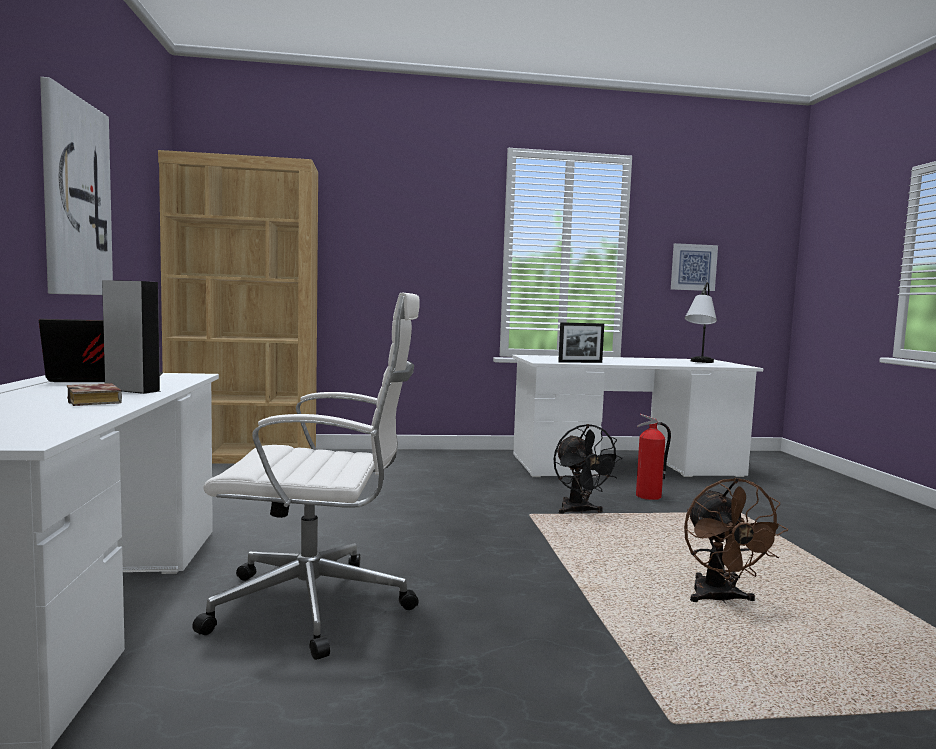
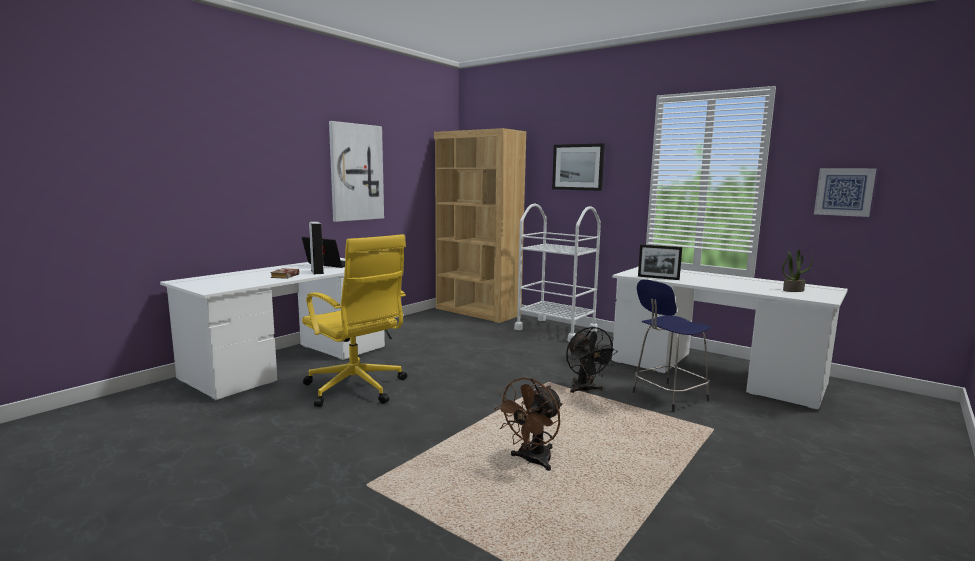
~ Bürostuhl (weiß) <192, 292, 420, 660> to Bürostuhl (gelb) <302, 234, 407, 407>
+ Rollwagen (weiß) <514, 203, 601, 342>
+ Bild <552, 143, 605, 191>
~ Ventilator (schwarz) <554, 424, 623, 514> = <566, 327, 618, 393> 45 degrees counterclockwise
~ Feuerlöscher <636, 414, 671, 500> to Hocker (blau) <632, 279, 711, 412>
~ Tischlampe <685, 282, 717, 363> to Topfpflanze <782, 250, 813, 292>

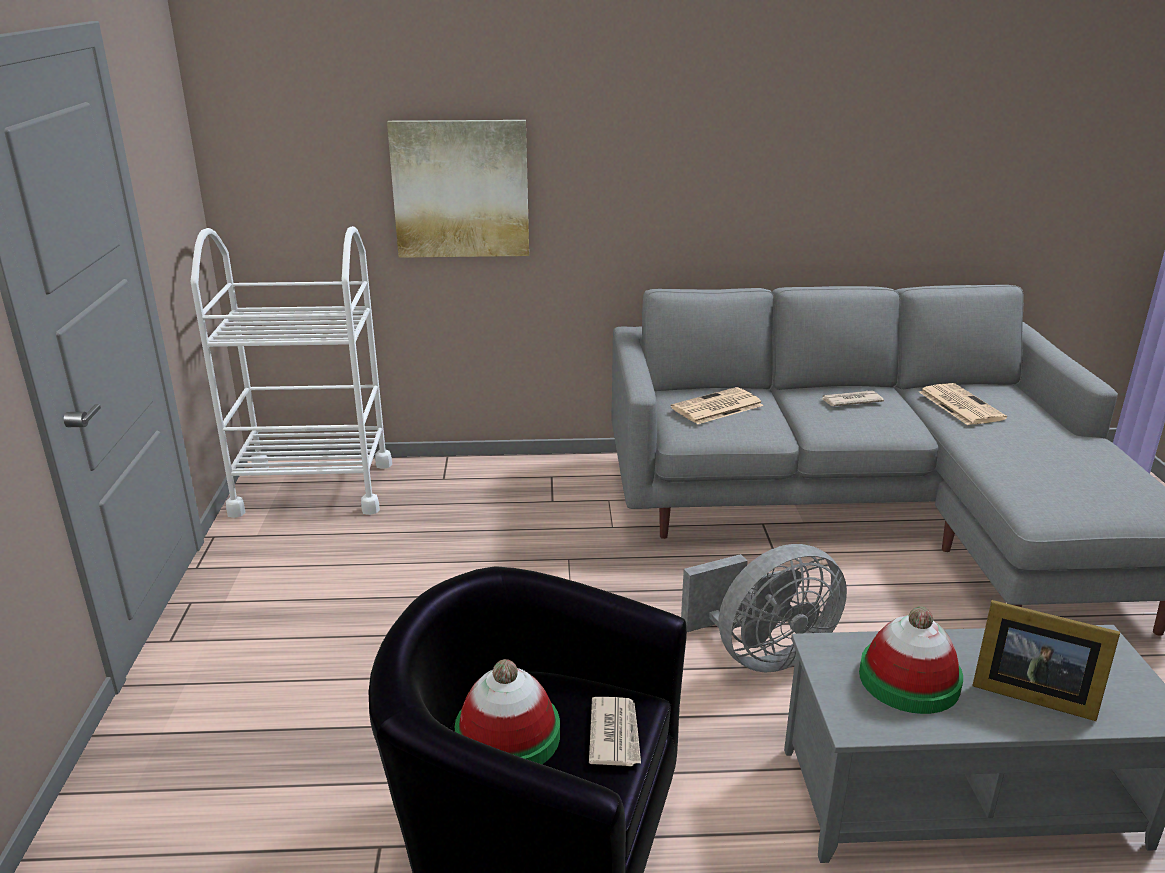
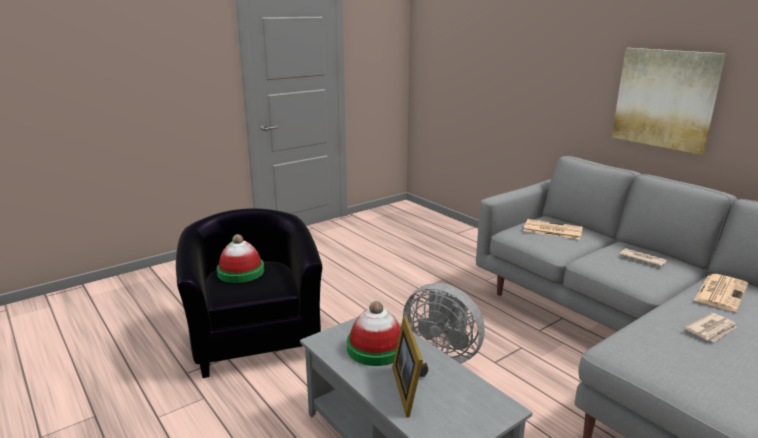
~ Bild <387, 120, 529, 258> to <612, 48, 726, 155>
~ Zeitung <589, 697, 641, 766> to <684, 313, 737, 342>
- Rollwagen (weiß) <190, 226, 392, 518>

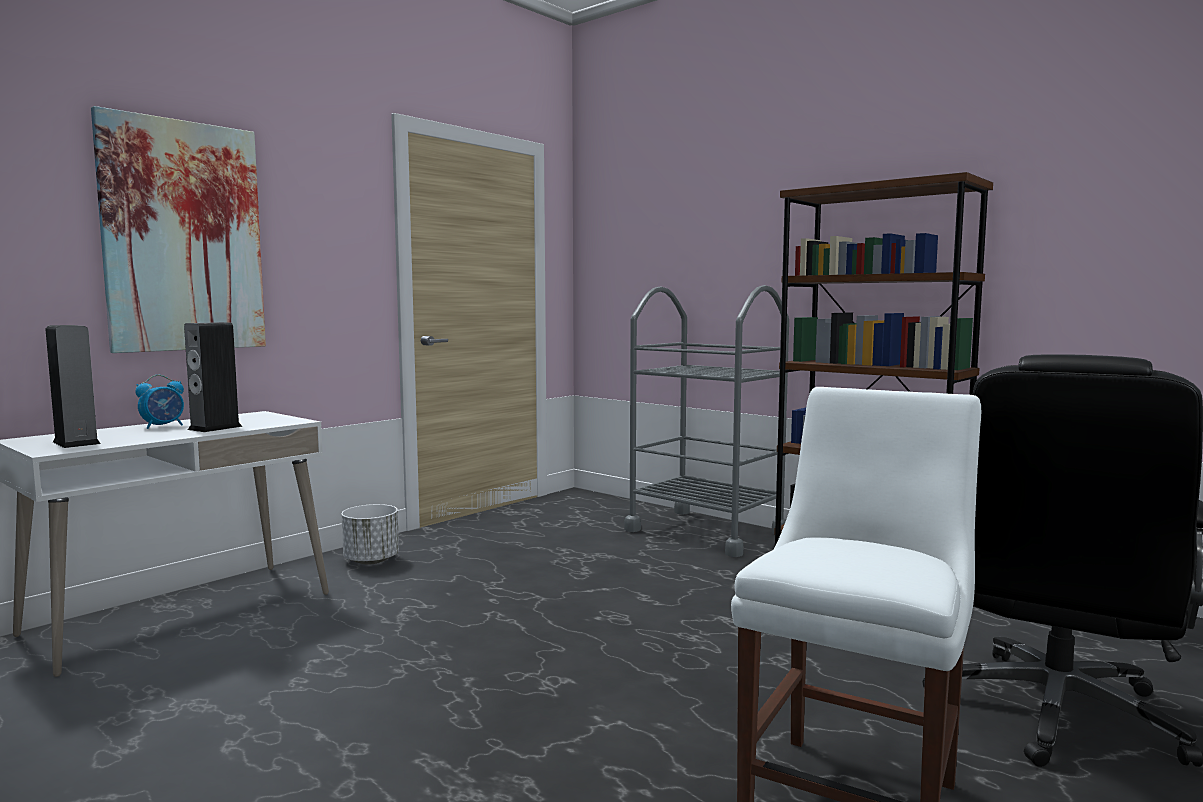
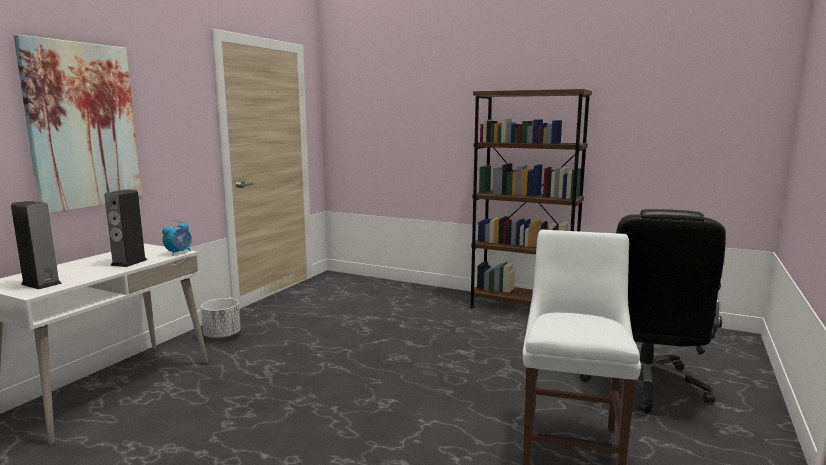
~ Wecker <135, 375, 184, 429> to <162, 219, 192, 256>
- Rollwagen (grau) <624, 285, 789, 557>

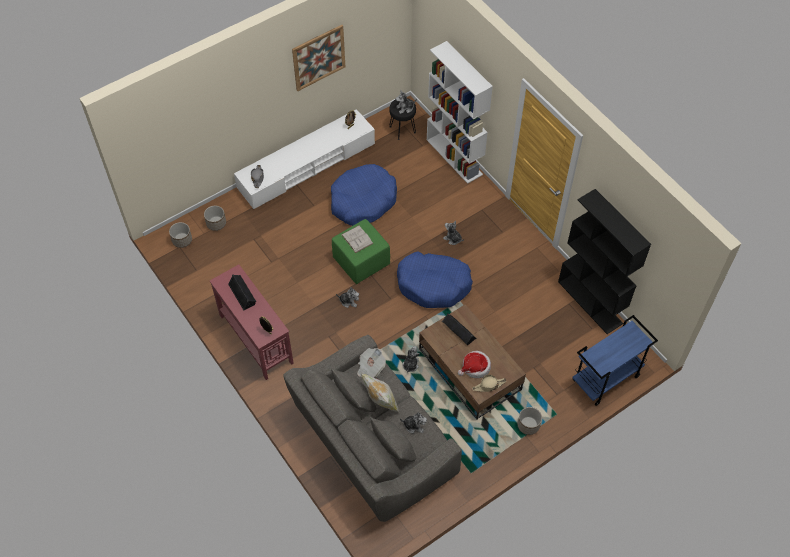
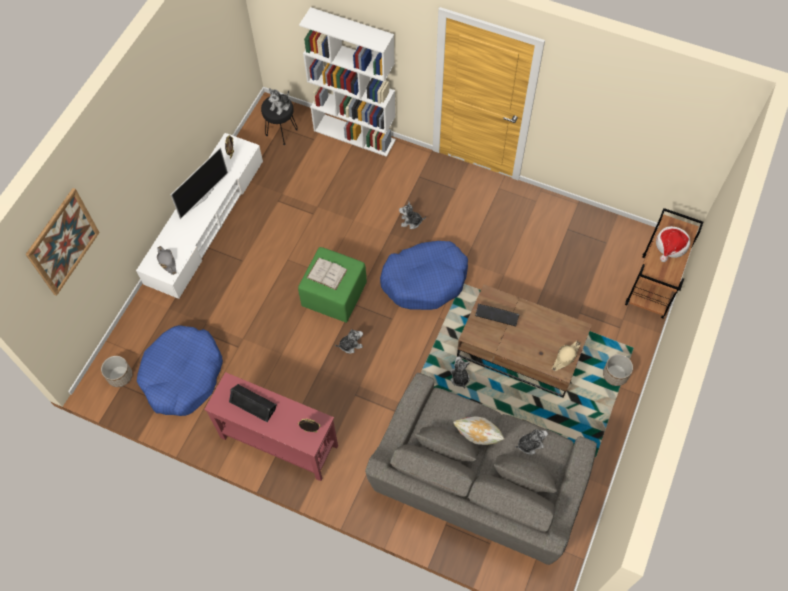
~ Bild <292, 25, 345, 91> to <26, 188, 100, 296>
~ Hundebett (blau) <331, 164, 397, 226> to <137, 325, 223, 416>
+ Fernseher <171, 147, 228, 219>
~ Rollwagen (blau) <572, 315, 658, 406> to Rollwagen (braun) <625, 208, 703, 318>
~ Hut <458, 351, 491, 378> to <656, 226, 690, 262>
- Pflanzkübel <204, 206, 226, 231>
- Zeitung <357, 348, 386, 378>
- Bücherregal (schwarz) <558, 189, 651, 334>

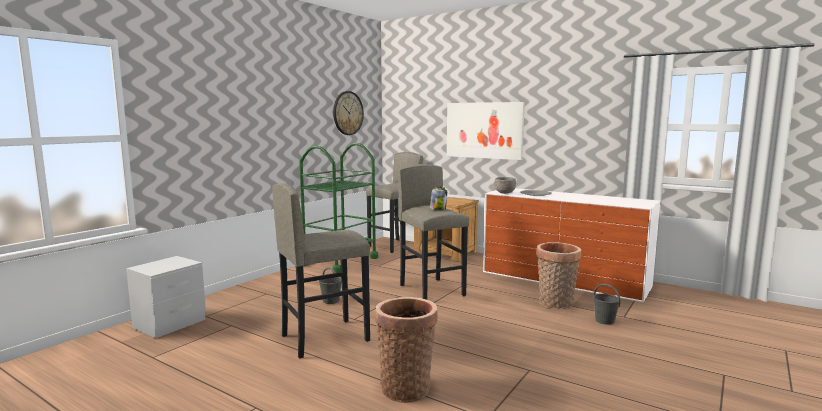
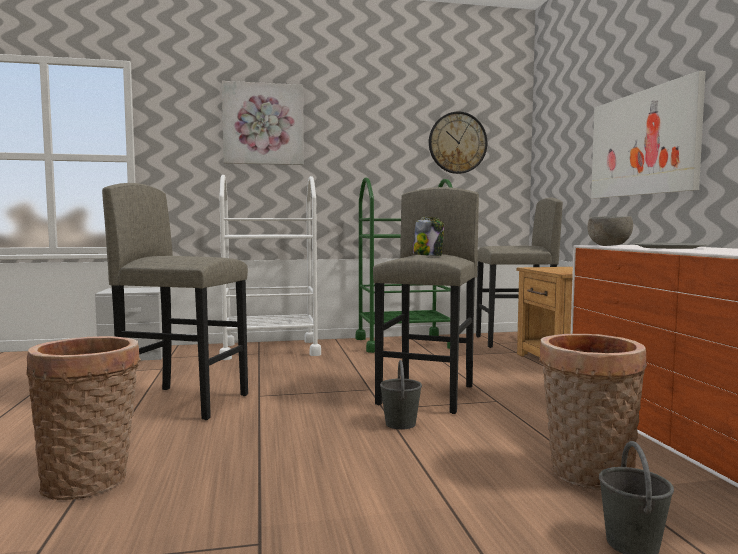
+ Rollwagen (weiß) <219, 175, 321, 360>
+ Bild <222, 81, 304, 165>
~ Eimer (grau) <319, 267, 342, 304> to <380, 360, 422, 430>

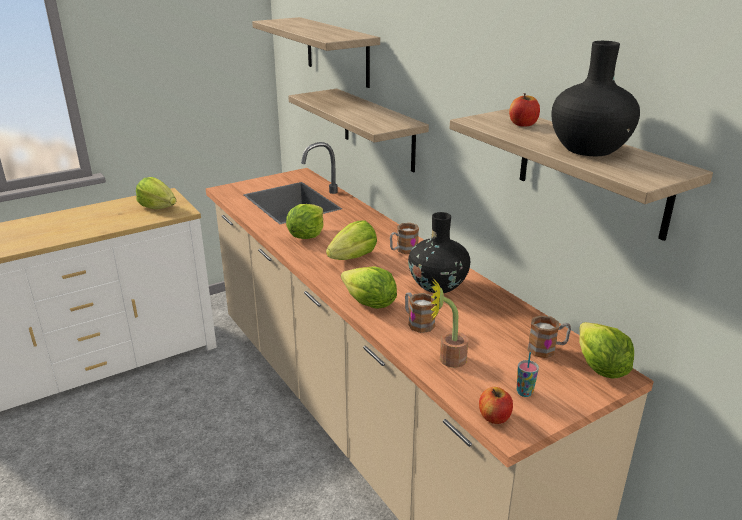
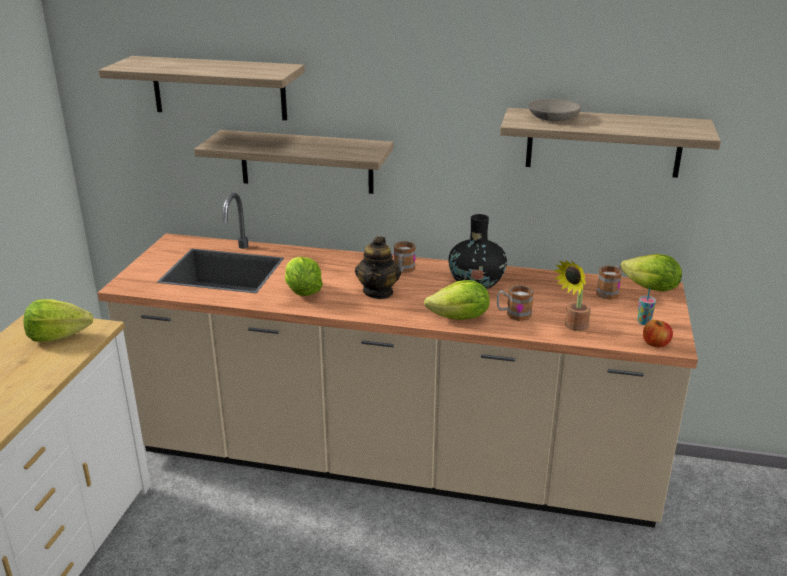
~ Salatkopf <326, 220, 377, 260> to Teekanne <355, 236, 401, 299>
~ Apfel <509, 93, 540, 127> to Schüssel (grau) <528, 99, 582, 121>
- Vase (schwarz) <552, 41, 640, 156>

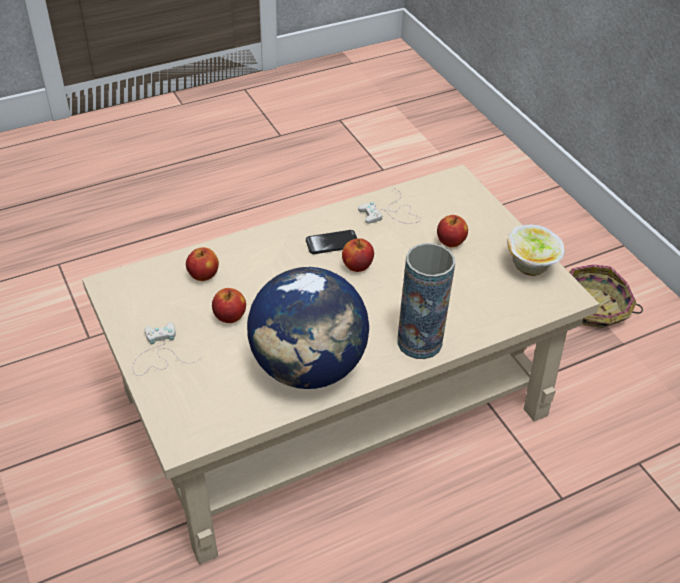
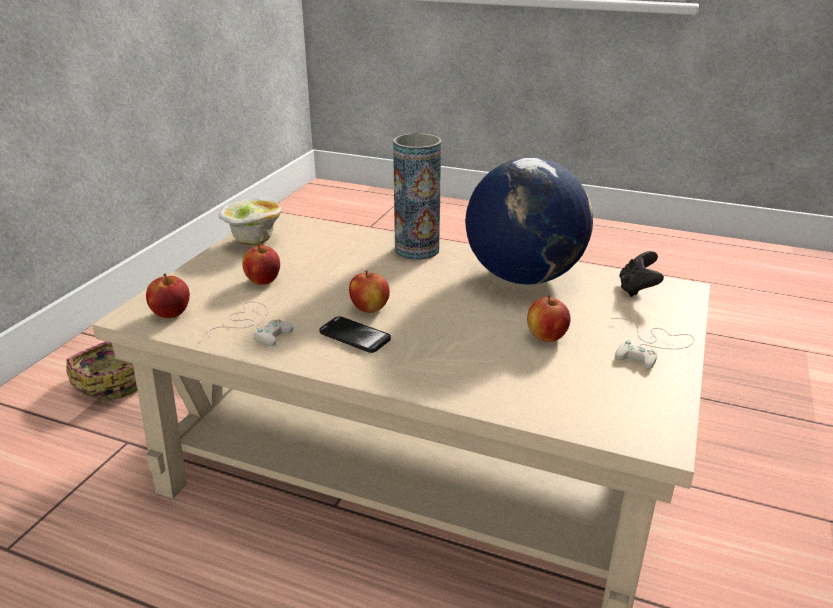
~ Apfel <186, 247, 219, 281> to <146, 273, 190, 318>
+ Gamepad (schwarz) <619, 251, 664, 297>

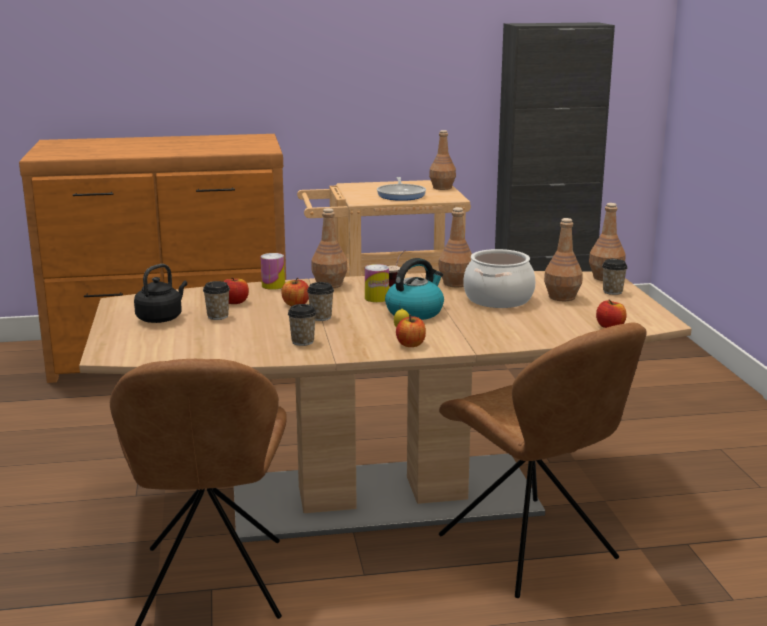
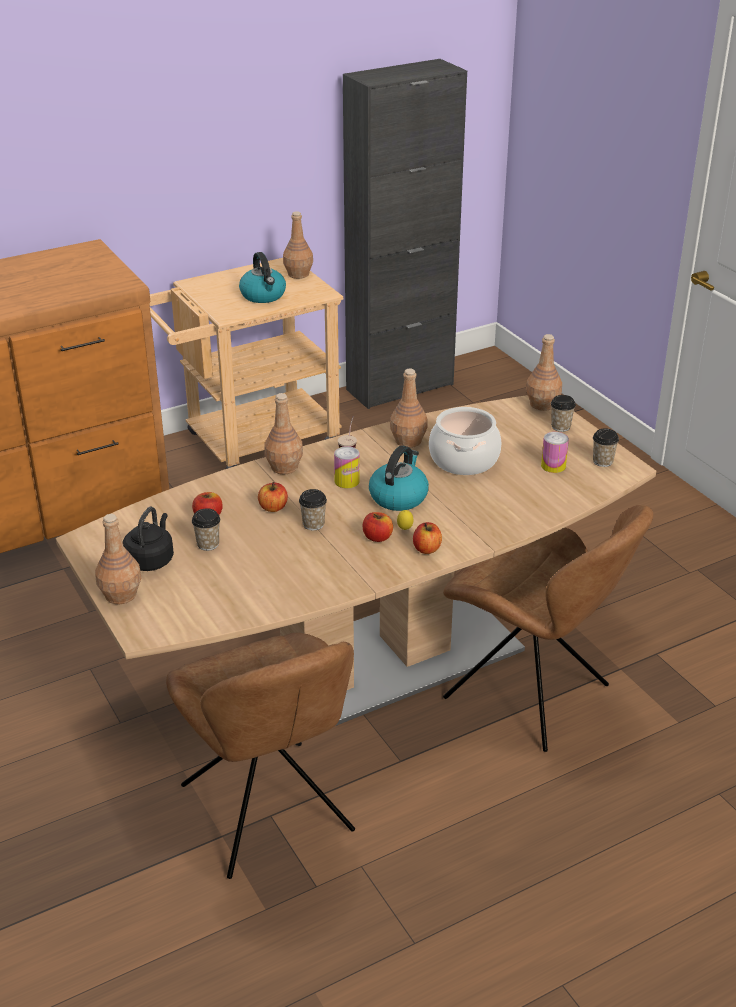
~ Flasche (braun) <544, 218, 582, 301> to <95, 514, 141, 604>
~ Pfanne <377, 177, 426, 201> to Wasserkessel <239, 252, 286, 303>
~ Apfel <596, 300, 627, 328> to <363, 512, 393, 542>
~ Dose <260, 253, 285, 290> to <541, 432, 569, 473>
~ Tasse <288, 304, 317, 346> to <593, 428, 619, 467>

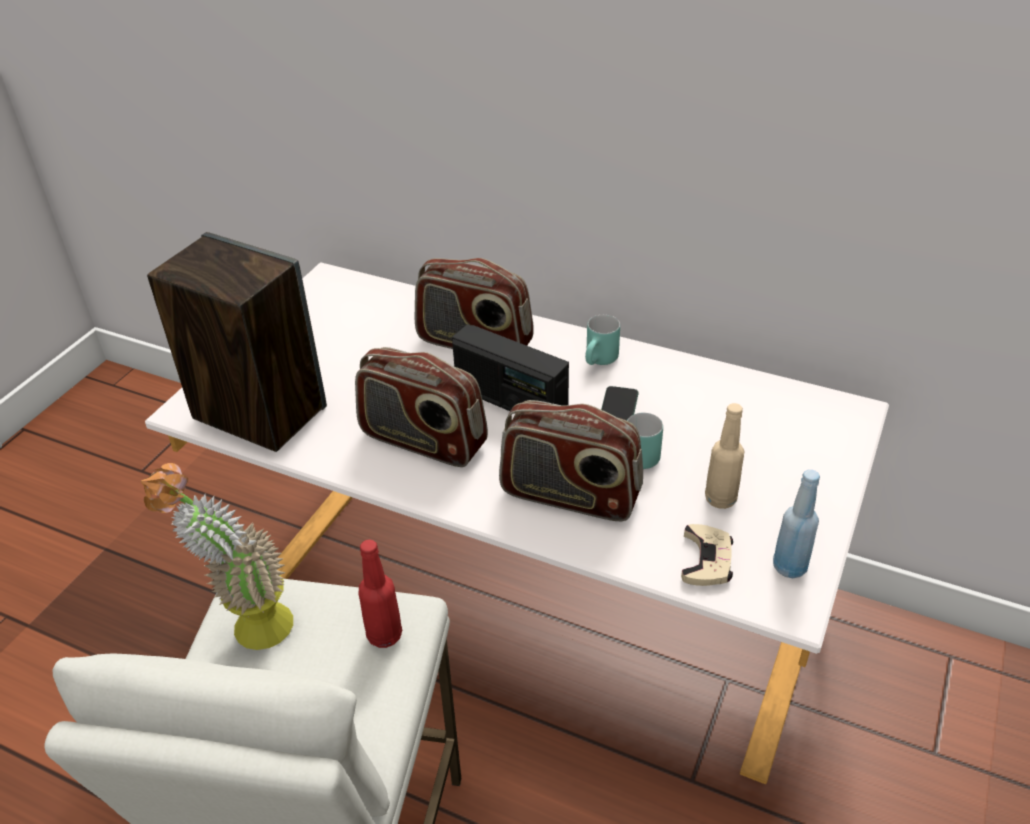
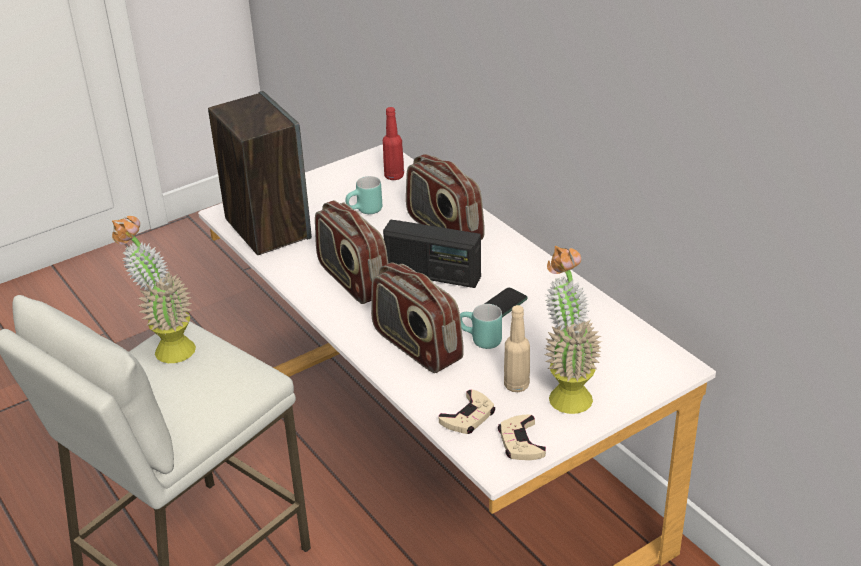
~ Henkelbecher (türkis) <585, 315, 620, 365> to <345, 176, 382, 214>
~ Flasche (rot) <359, 539, 402, 648> to <383, 107, 404, 180>
~ Radio <452, 324, 569, 414> = <383, 220, 481, 288> 45 degrees counterclockwise
~ Flasche (blau) <773, 469, 820, 578> to Gamepad (beige) <498, 414, 546, 460>
+ Topfpflanze <544, 246, 602, 414>

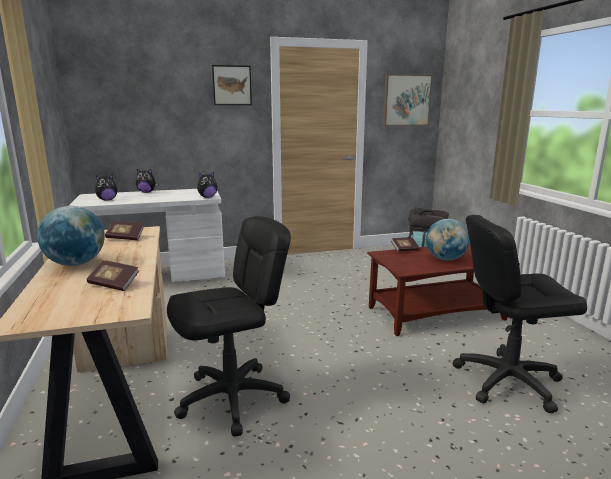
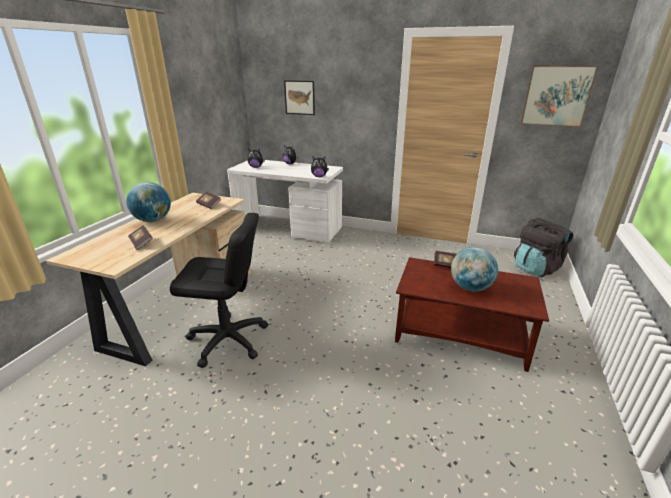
~ Bild <212, 65, 252, 105> to <284, 80, 315, 115>
- Bürostuhl (schwarz) <452, 215, 587, 413>

